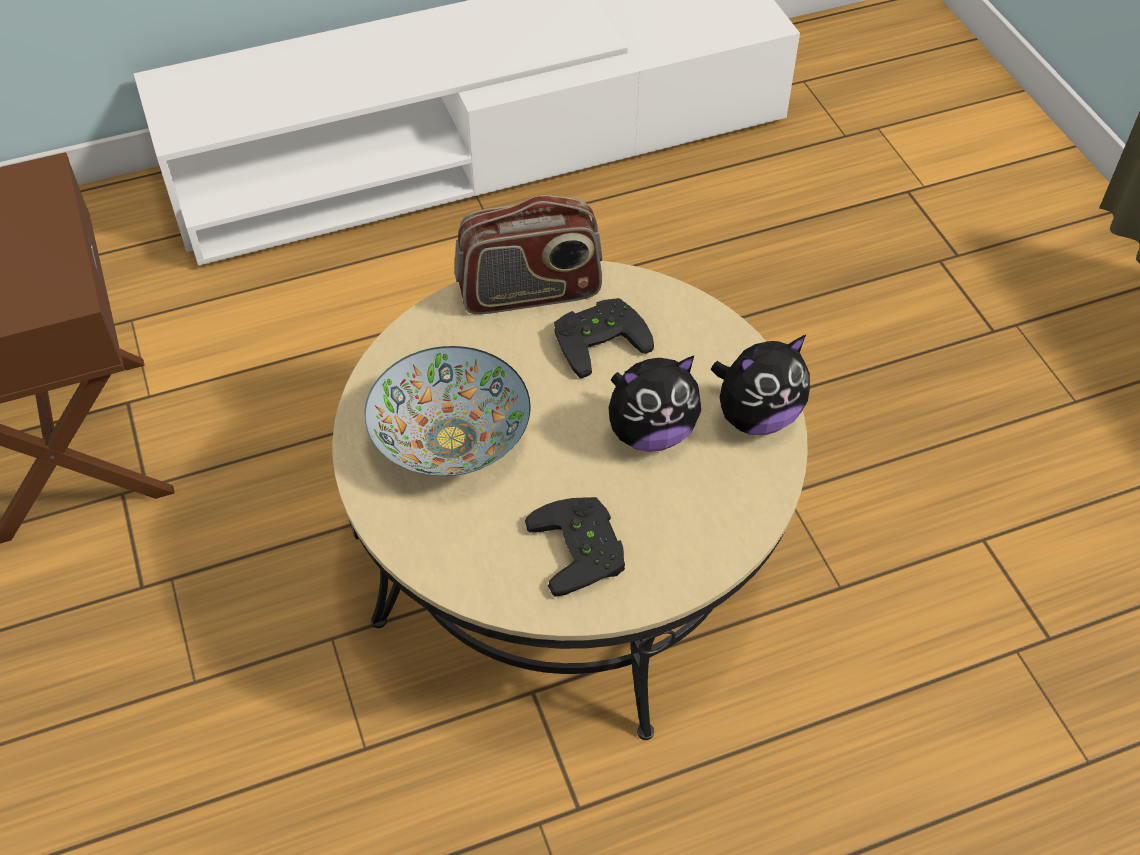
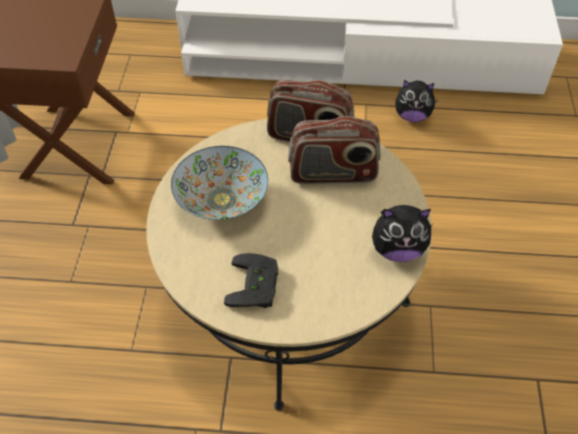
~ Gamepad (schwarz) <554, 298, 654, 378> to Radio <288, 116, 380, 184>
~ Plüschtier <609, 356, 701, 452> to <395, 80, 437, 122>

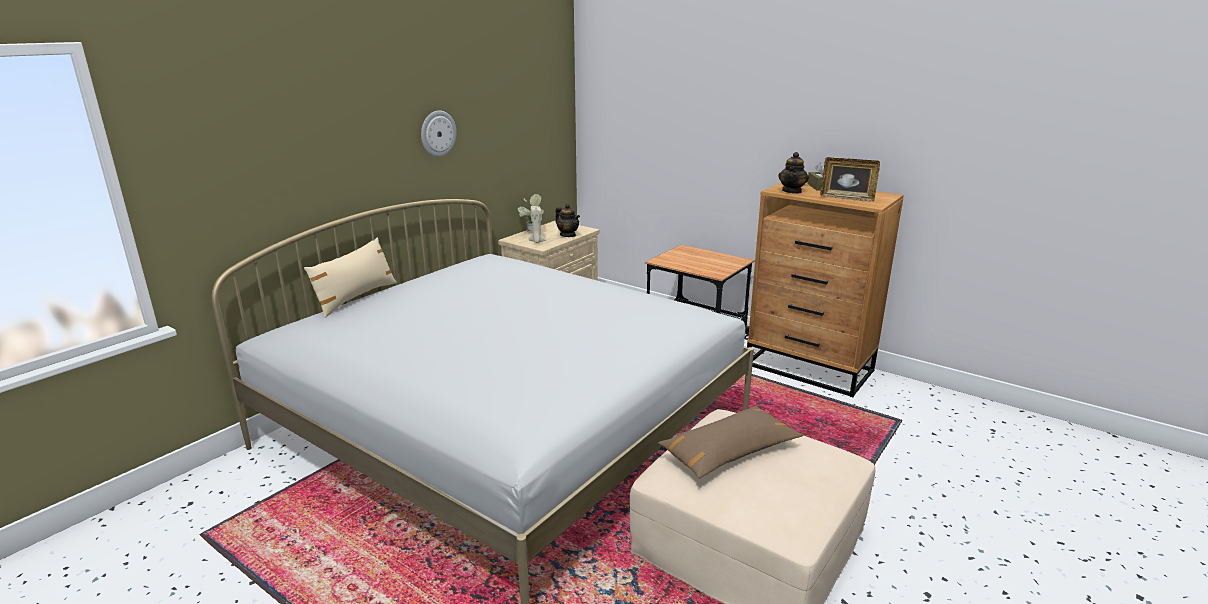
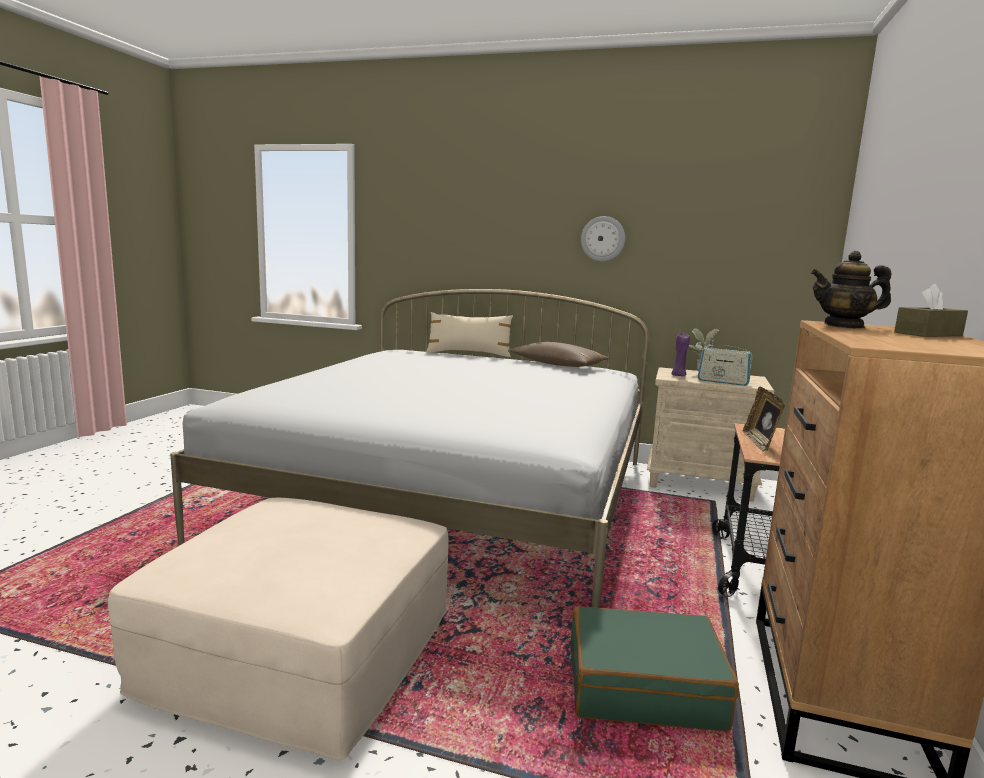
~ Kissen (braun) <658, 406, 803, 479> to <508, 342, 609, 367>
+ Koffer (grün) <571, 606, 739, 731>
~ Kerze (beige) <529, 206, 546, 243> to Kerze (lila) <671, 333, 690, 376>
~ Teekanne <555, 204, 580, 237> to Radio <698, 340, 752, 386>
~ Bilderrahmen <820, 157, 880, 202> to <743, 387, 785, 452>

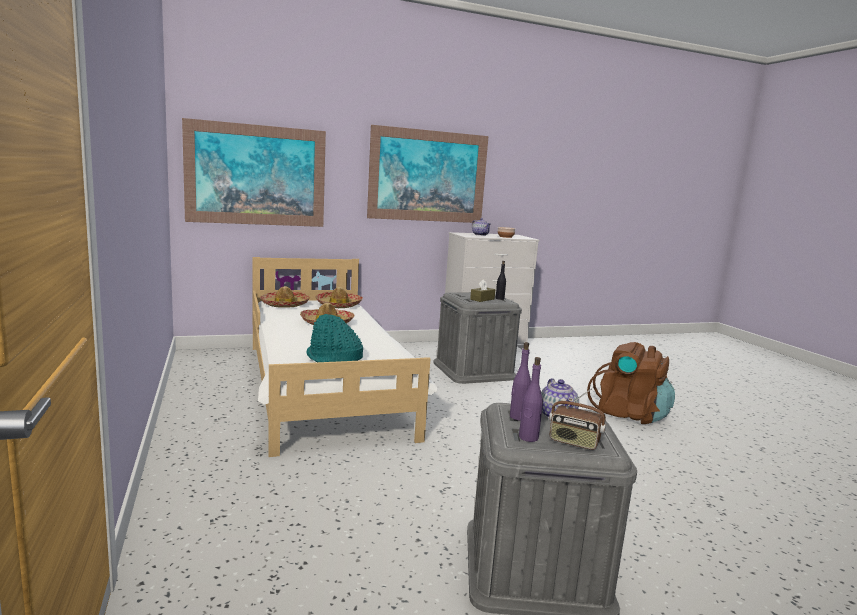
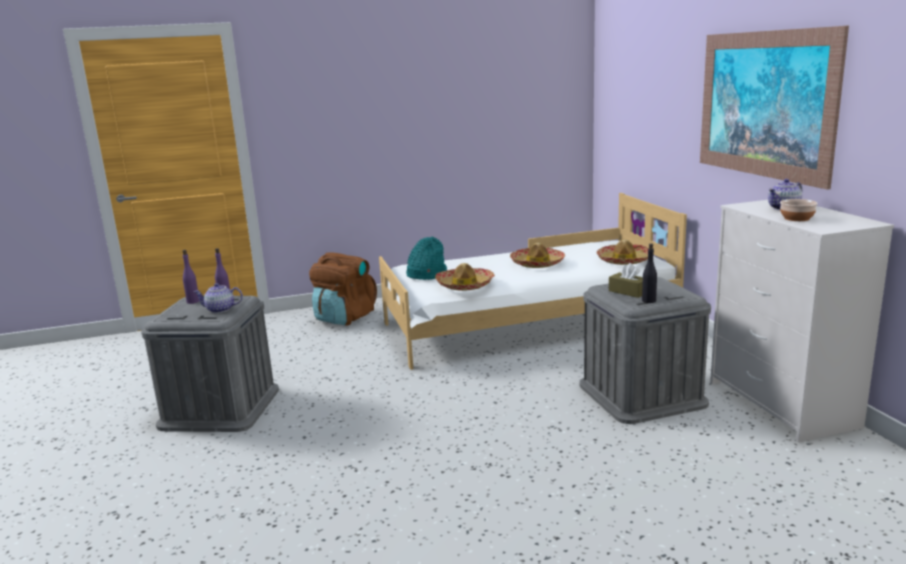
~ Rucksack (braun) <587, 342, 675, 424> to <309, 252, 377, 325>
~ Hut <260, 286, 310, 308> to <435, 263, 494, 291>
- Bild <182, 118, 326, 227>
- Radio <549, 388, 606, 450>

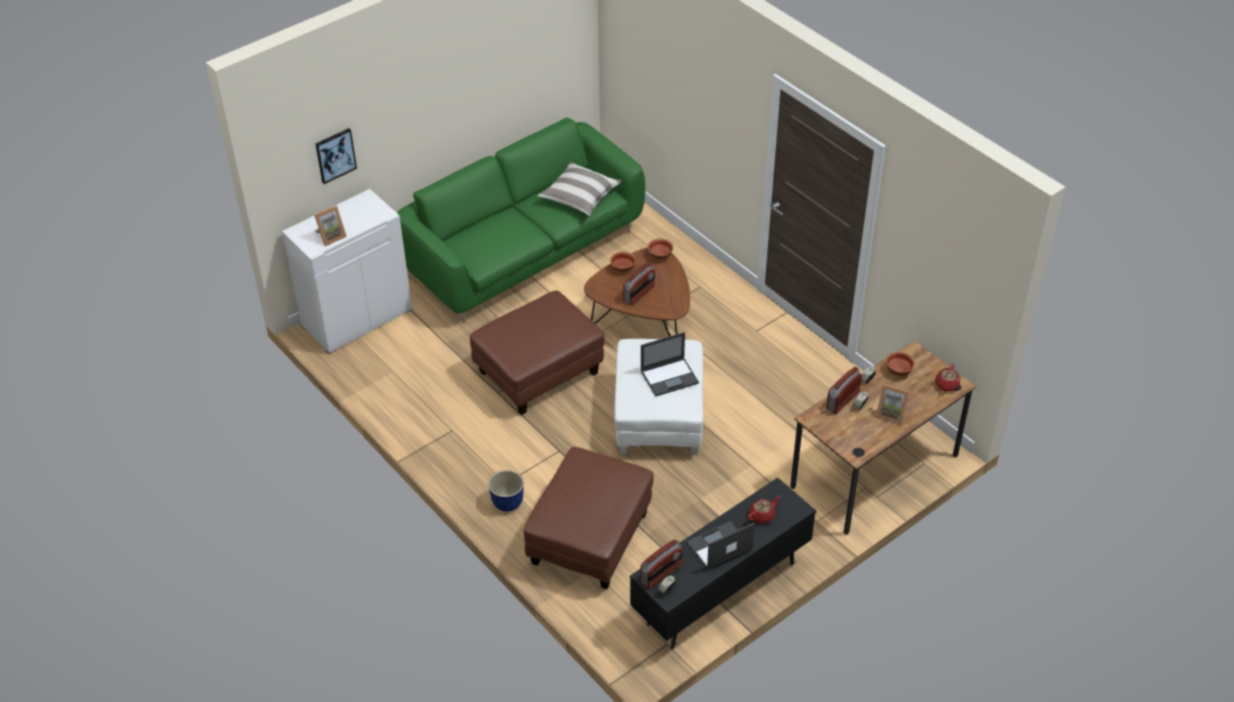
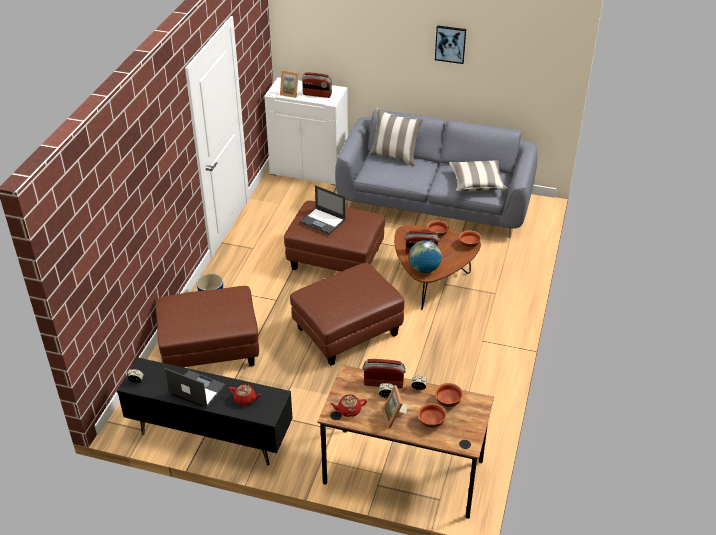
~ Polsterhocker (weiß) <614, 339, 704, 455> to Polsterhocker (braun) <290, 263, 404, 366>
~ Laptop <641, 332, 699, 397> to <300, 185, 346, 235>
~ Radio <640, 539, 682, 589> to <302, 73, 332, 98>
~ Teekanne (rot) <935, 364, 960, 391> to <330, 395, 367, 417>
~ Sofa (grün) <397, 117, 645, 323> to Sofa (grau) <335, 109, 538, 238>
+ Kissen <369, 108, 423, 166>
+ Globus <409, 240, 442, 273>
+ Schüssel <418, 403, 447, 428>
~ Bild <315, 128, 357, 184> to <435, 25, 466, 64>

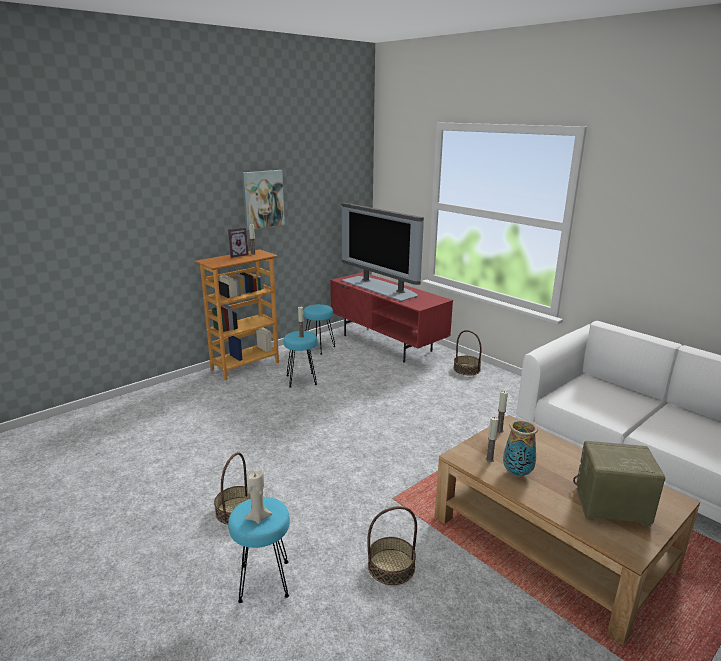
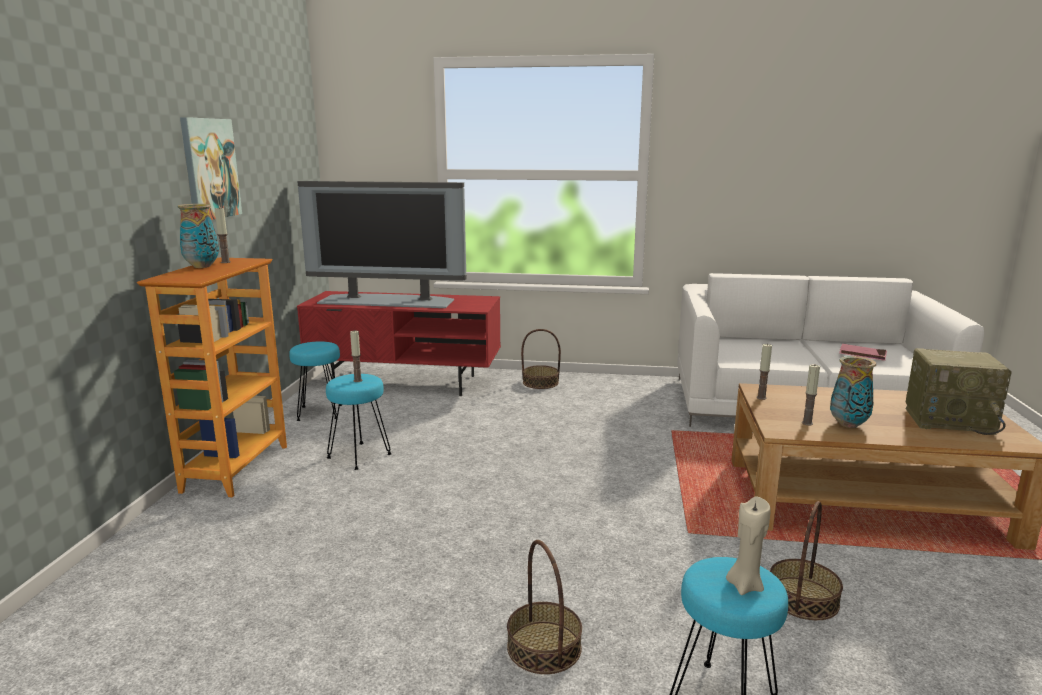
~ Bilderrahmen <228, 228, 249, 258> to Vase <178, 204, 219, 268>
+ Buch (rosa) <839, 344, 887, 361>
~ Radio <573, 441, 665, 527> = <906, 348, 1012, 435> 135 degrees counterclockwise

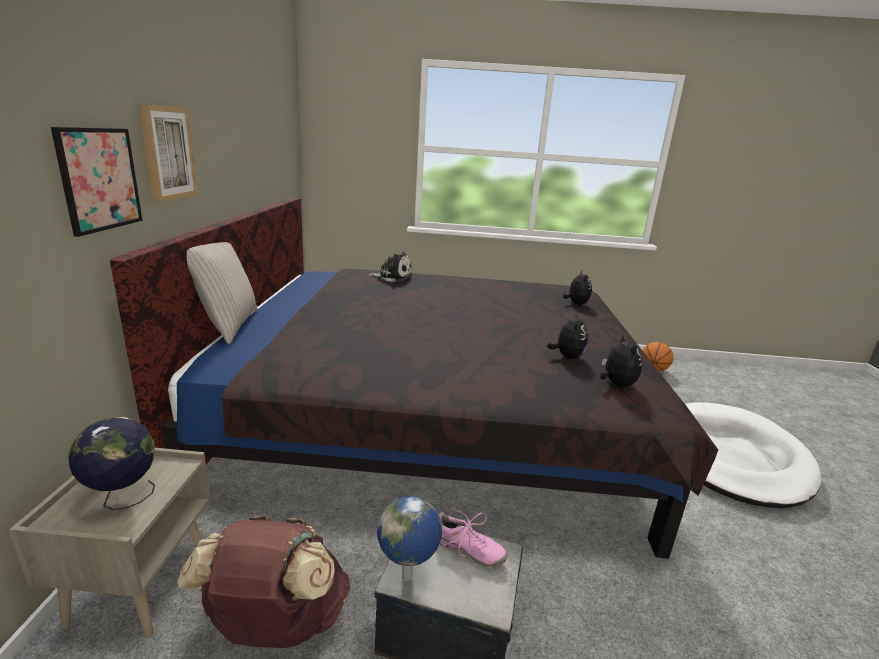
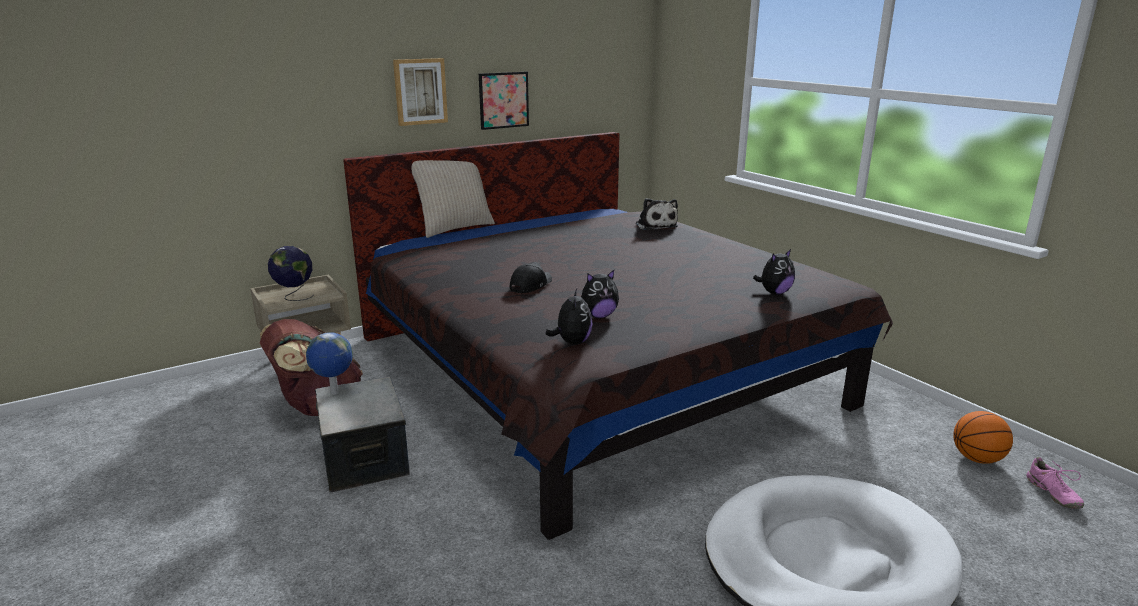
~ Bild <51, 127, 142, 237> to <479, 72, 529, 130>
+ Kappe (schwarz) <510, 262, 552, 293>
~ Plüschtier <600, 335, 642, 387> = <546, 289, 593, 345> 45 degrees counterclockwise
~ Schuh (rosa) <439, 508, 507, 566> to <1027, 457, 1084, 509>

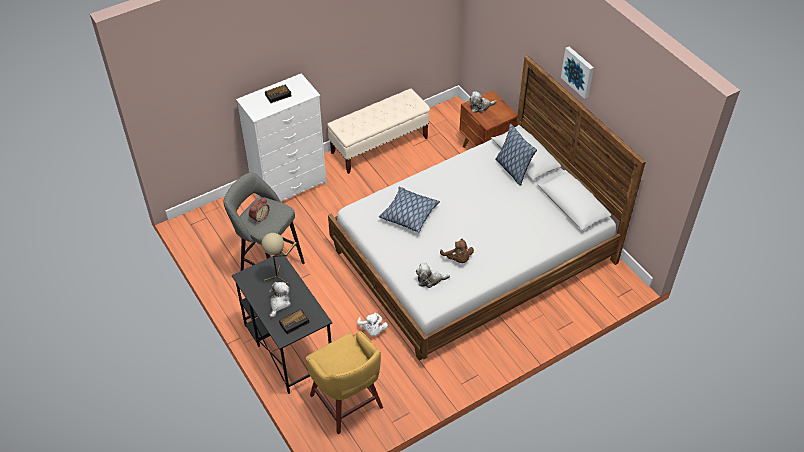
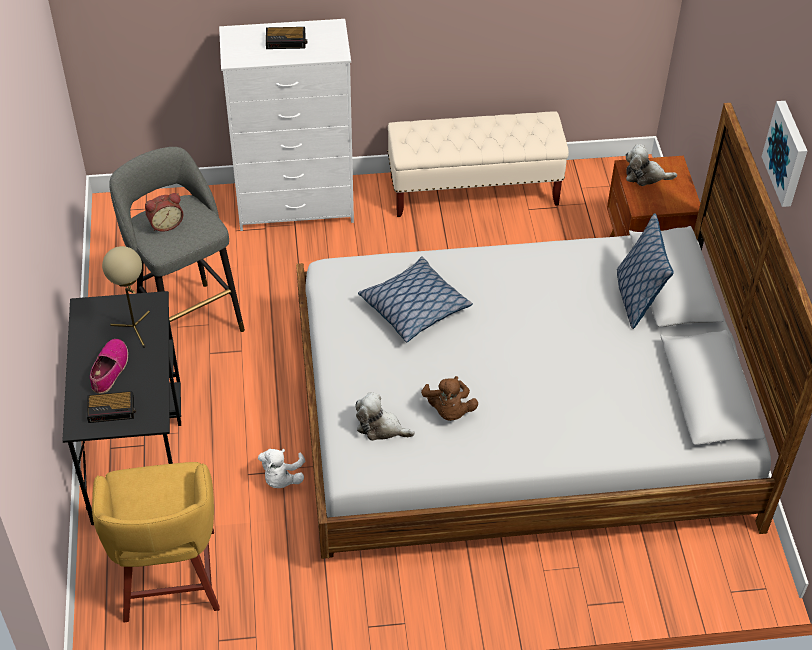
~ Plüschtier <269, 282, 291, 318> to Schuh <90, 339, 128, 394>

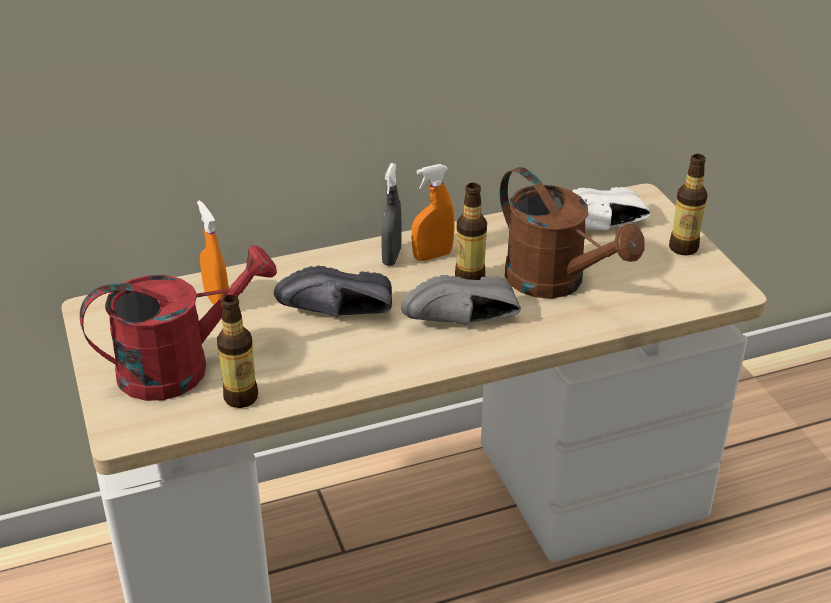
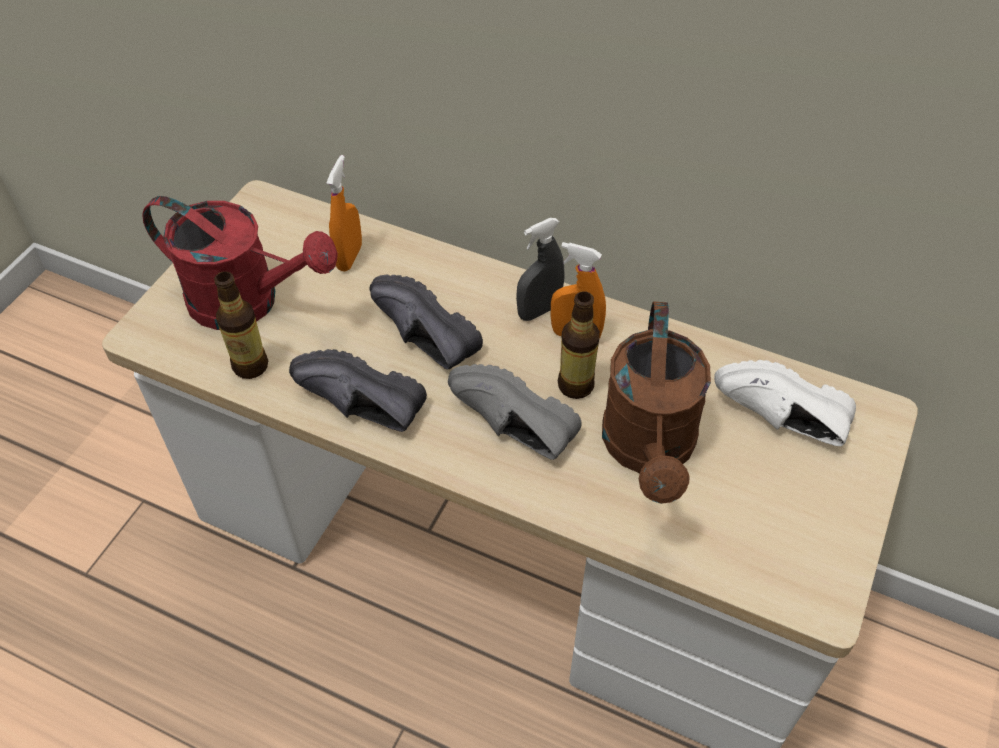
+ Schuh (schwarz) <289, 349, 427, 432>
- Flasche <669, 154, 708, 256>

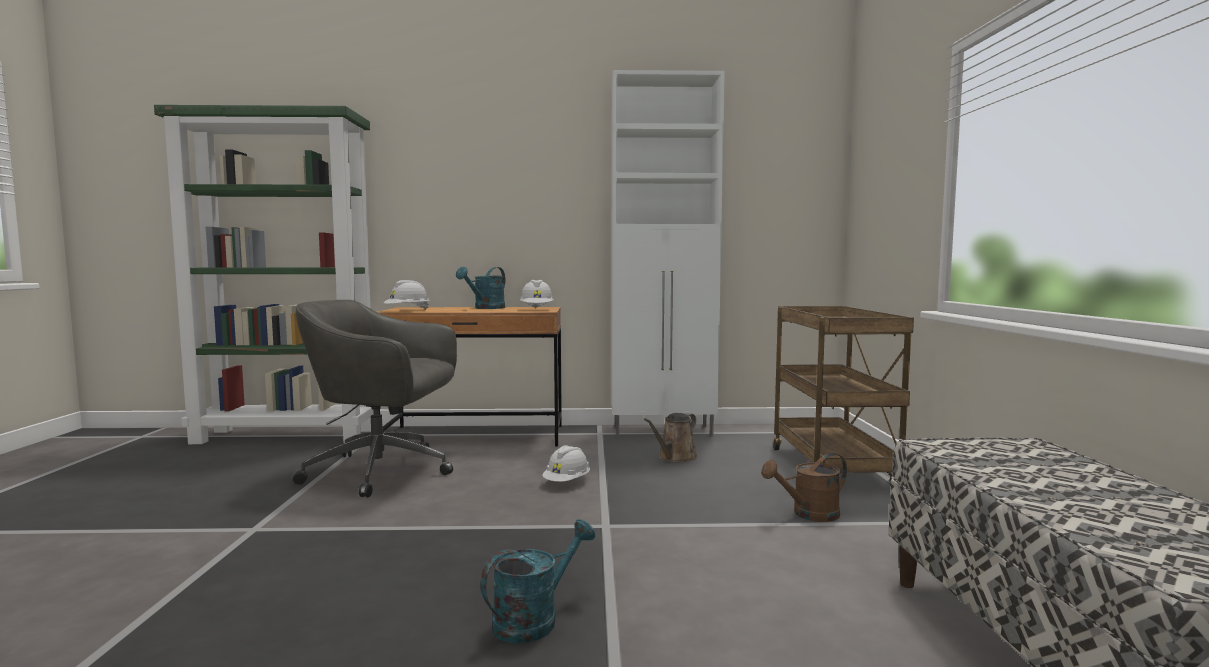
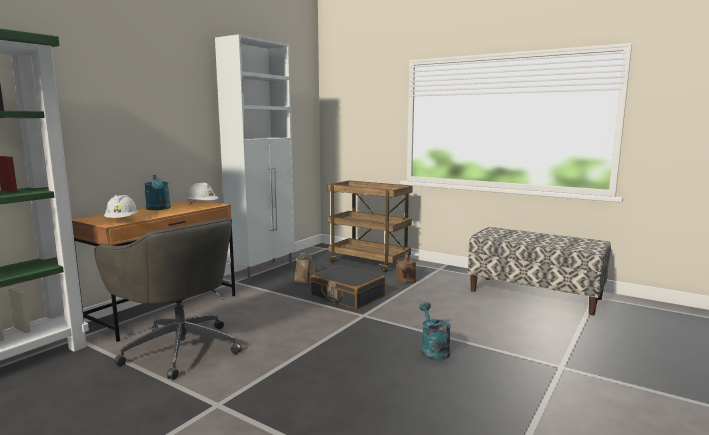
~ Bürostuhl (grau) <293, 300, 457, 497> = <94, 218, 242, 380> 90 degrees counterclockwise
+ Koffer (schwarz) <310, 265, 385, 309>
- Schutzhelm (weiß) <542, 445, 590, 482>

